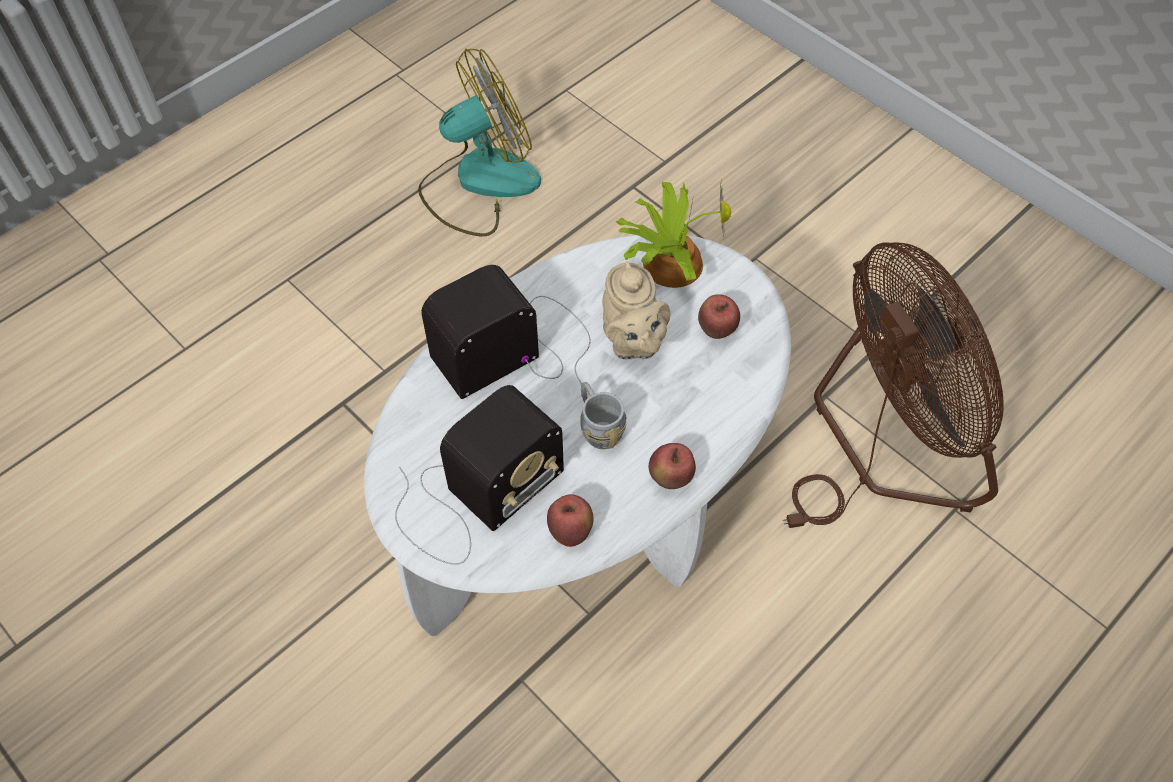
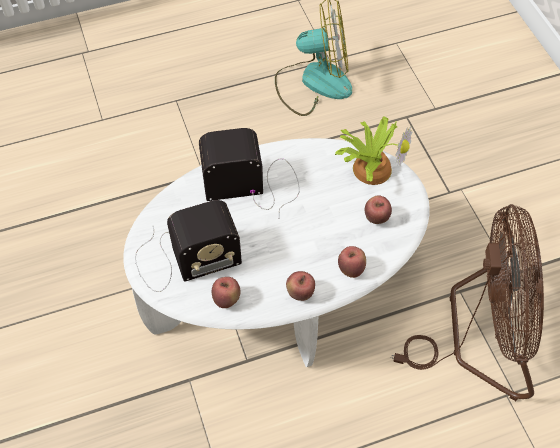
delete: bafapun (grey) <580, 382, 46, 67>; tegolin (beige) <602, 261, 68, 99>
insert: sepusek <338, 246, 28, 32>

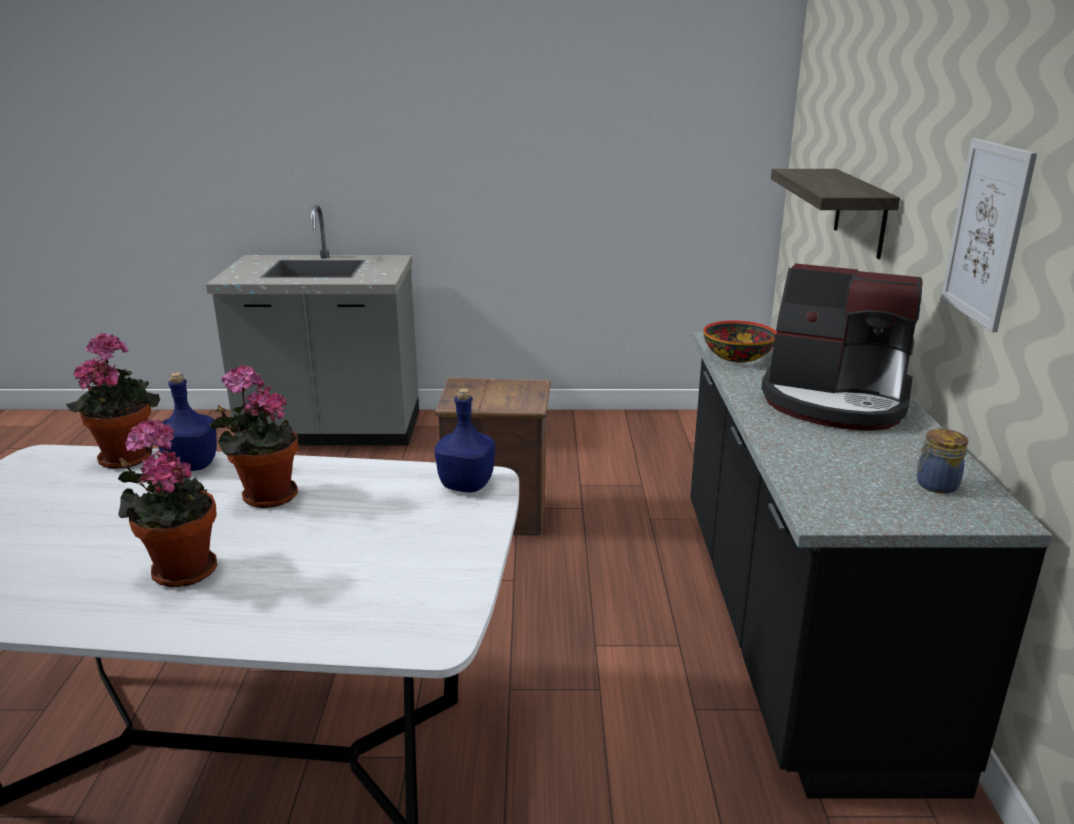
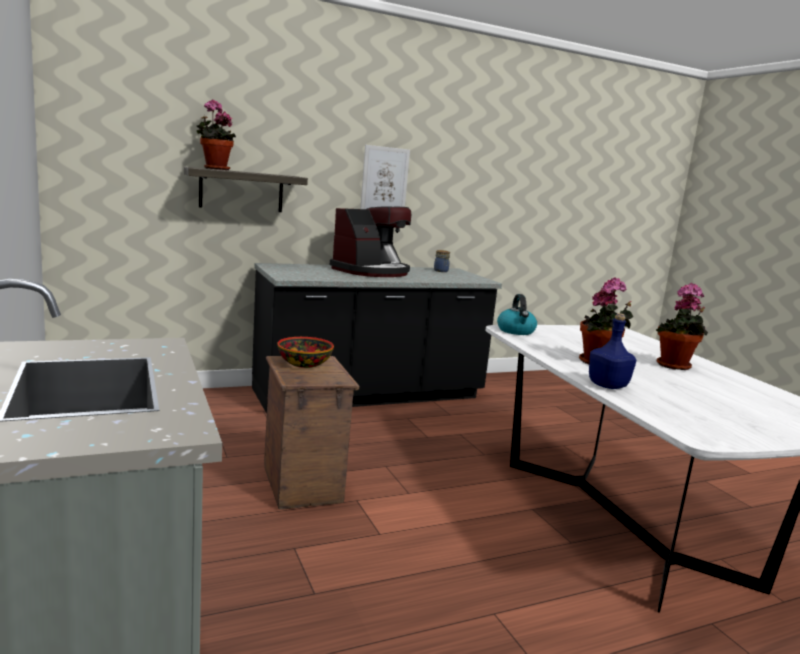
move: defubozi <66, 332, 94, 137> to <197, 100, 39, 70>; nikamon <703, 320, 74, 43> to <277, 337, 57, 31>
replace: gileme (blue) <435, 388, 60, 104> to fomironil <497, 294, 40, 41>
rotate: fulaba <761, 263, 162, 168> = <330, 207, 81, 70> 45 degrees clockwise

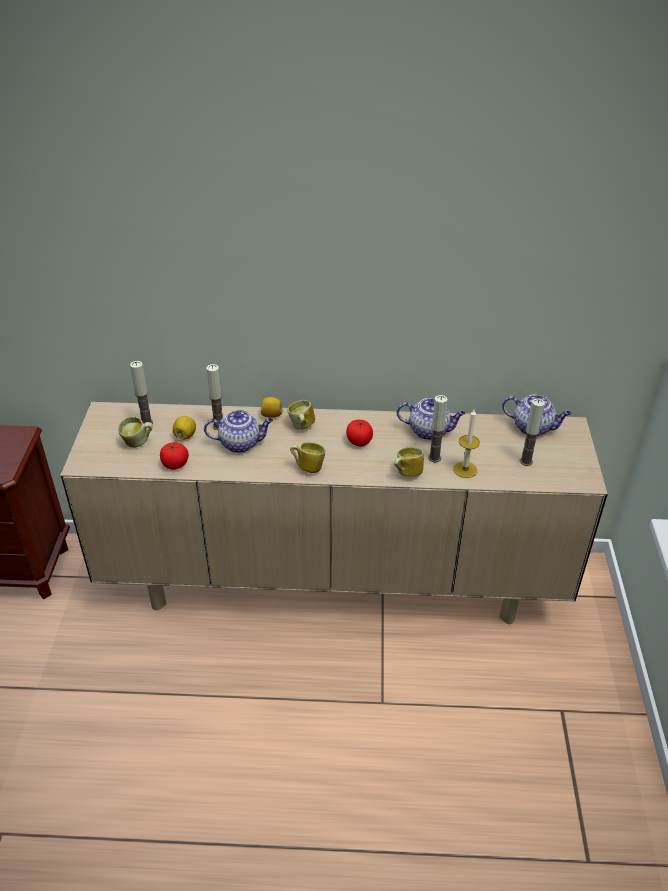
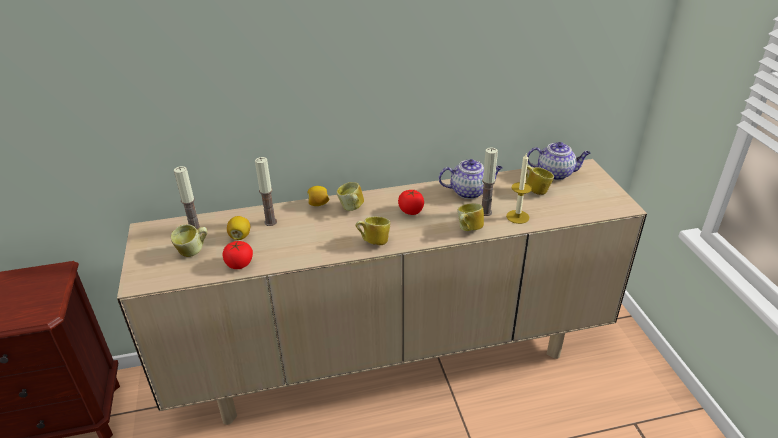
delete: tegolin <204, 410, 69, 43>; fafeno <520, 398, 25, 68>
insert: bafapun <526, 165, 28, 30>

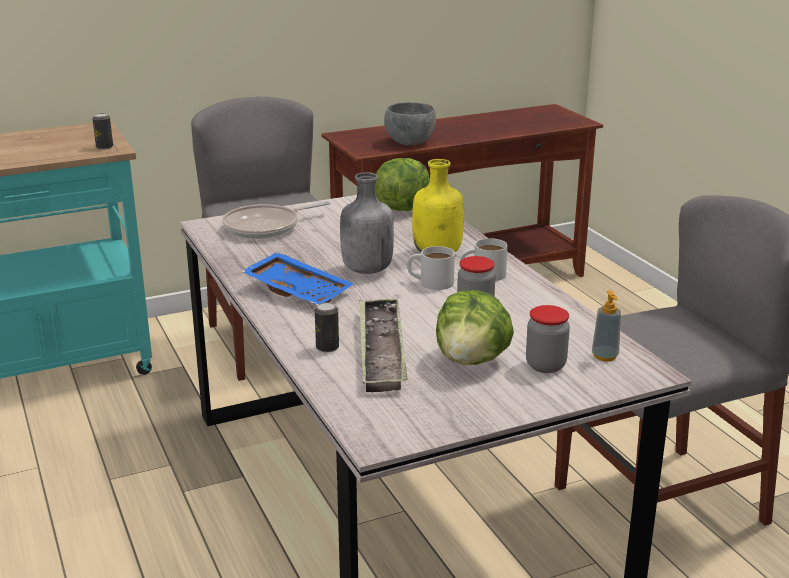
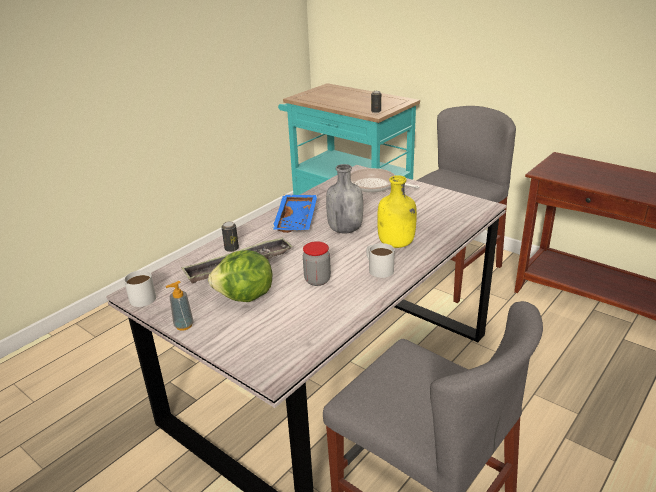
delete: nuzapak <376, 158, 54, 53>; nikamon (grey) <384, 102, 52, 44>; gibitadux <526, 305, 44, 68>
move: bafapun (white) <407, 246, 48, 44> to <124, 270, 32, 37>; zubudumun <592, 290, 29, 71> to <166, 281, 28, 50>

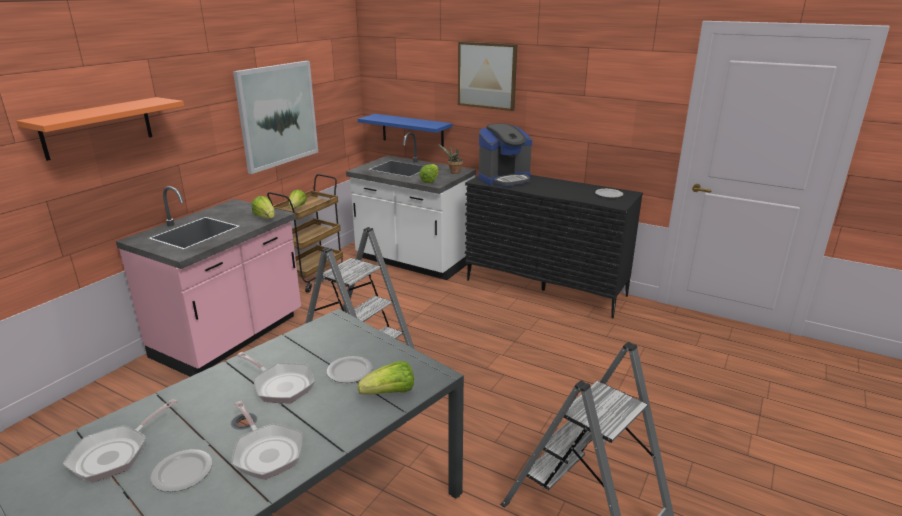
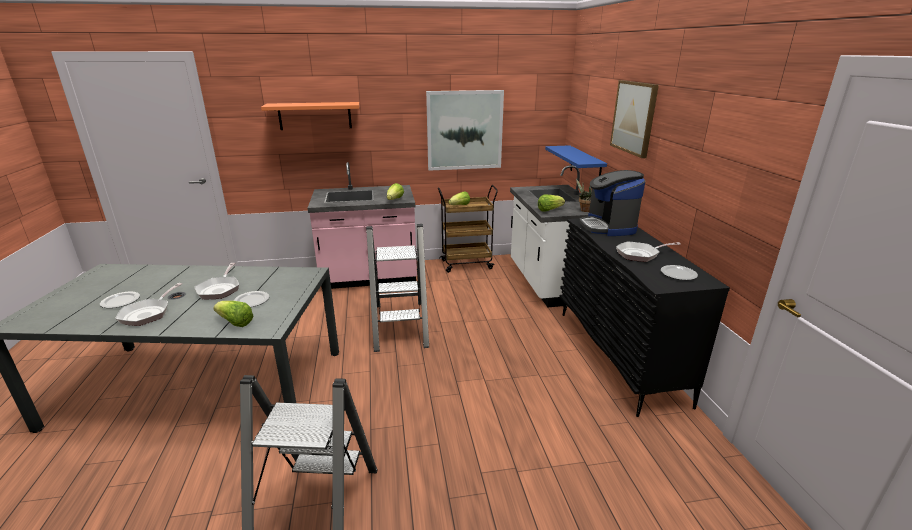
move: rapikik <63, 399, 115, 83> to <616, 241, 65, 21>
rotate: fulaba <478, 123, 54, 64> = <579, 170, 66, 66> 60 degrees clockwise

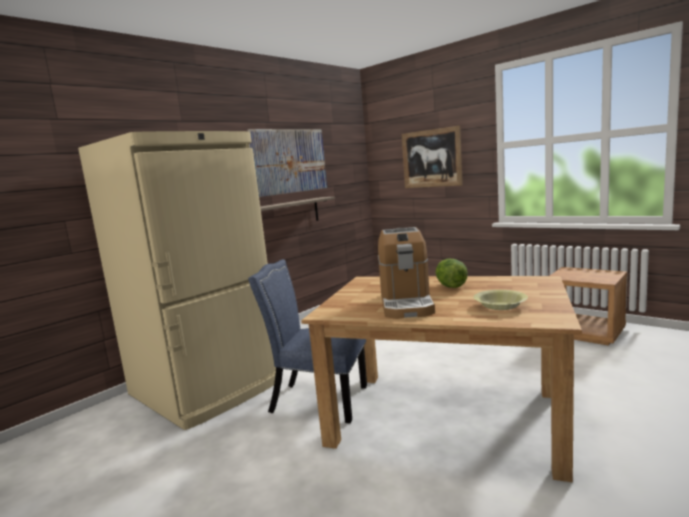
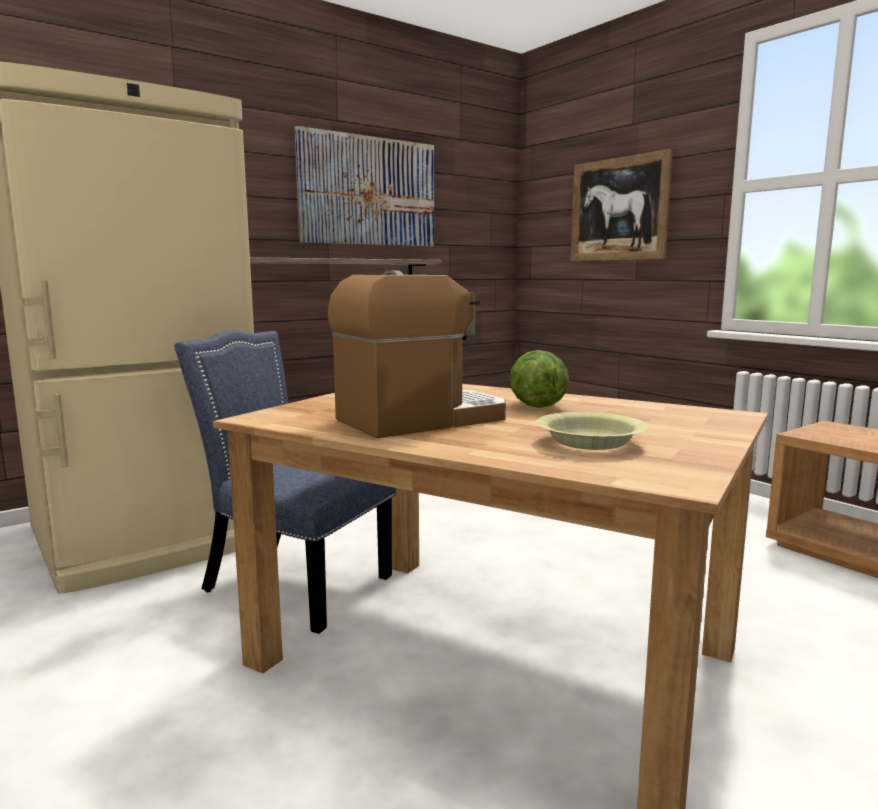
rotate: fulaba <378, 227, 57, 92> = <328, 270, 178, 168> 135 degrees counterclockwise

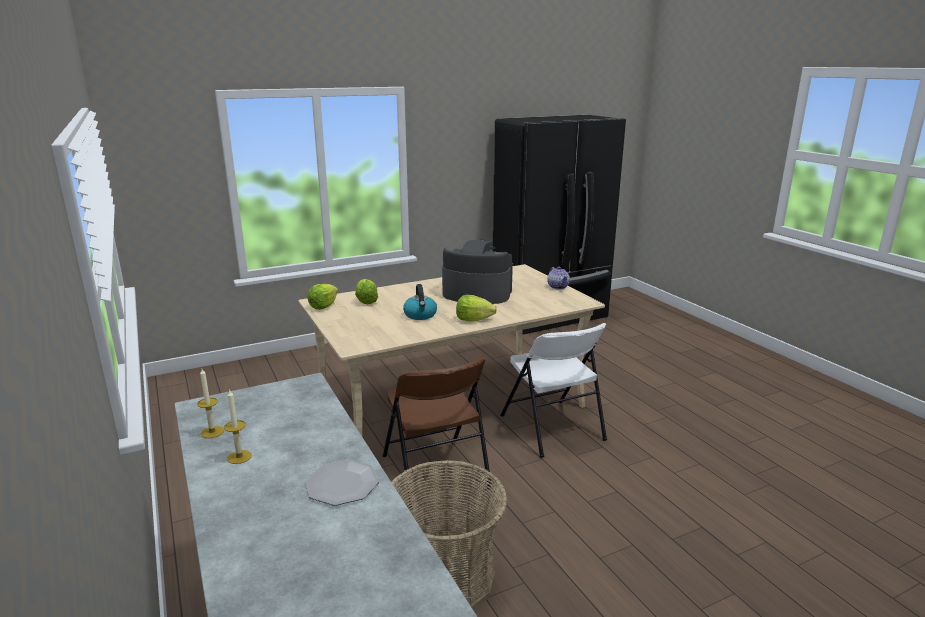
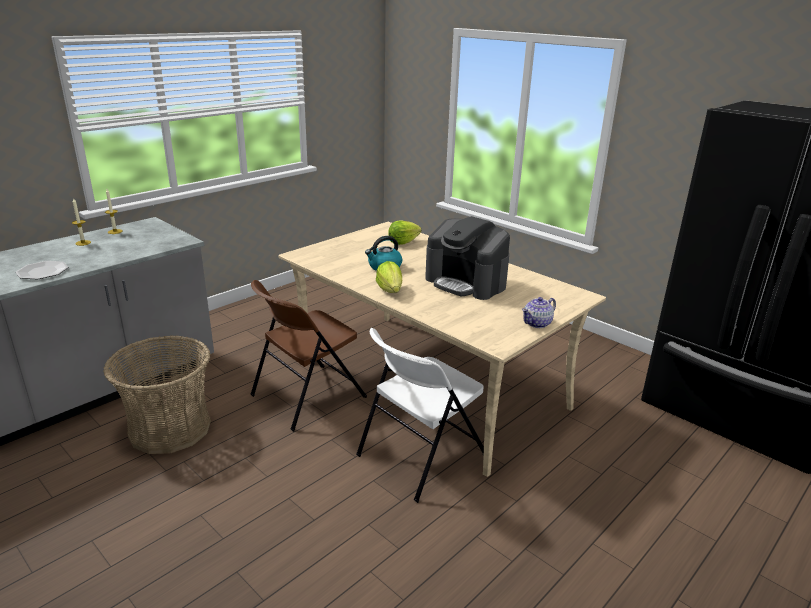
delete: nuzapak <307, 284, 31, 26>
rotate: fulaba <442, 239, 71, 65> = <425, 216, 85, 84> 135 degrees clockwise

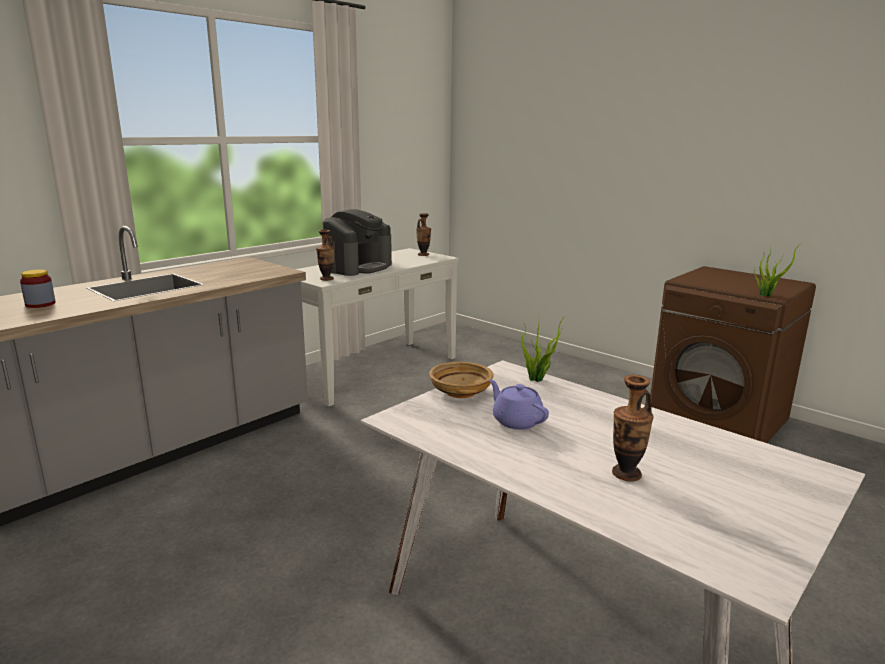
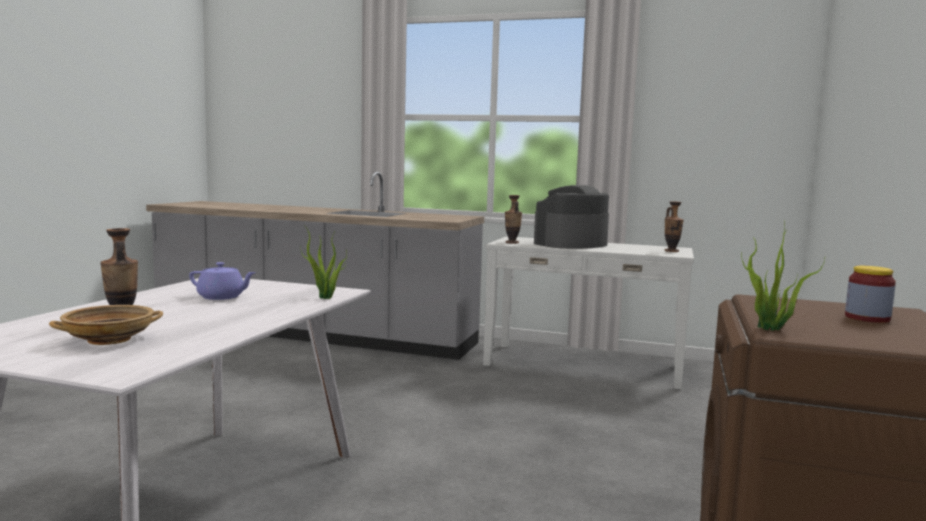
move: nikamon (beige) <429, 362, 65, 36> to <49, 305, 114, 40>; gibitadux <20, 270, 35, 38> to <845, 266, 51, 57>
rotate: tegolin (purple) <489, 380, 60, 50> = <189, 262, 67, 38> 75 degrees clockwise; fulaba <323, 209, 69, 67> = <534, 185, 75, 64> 135 degrees clockwise

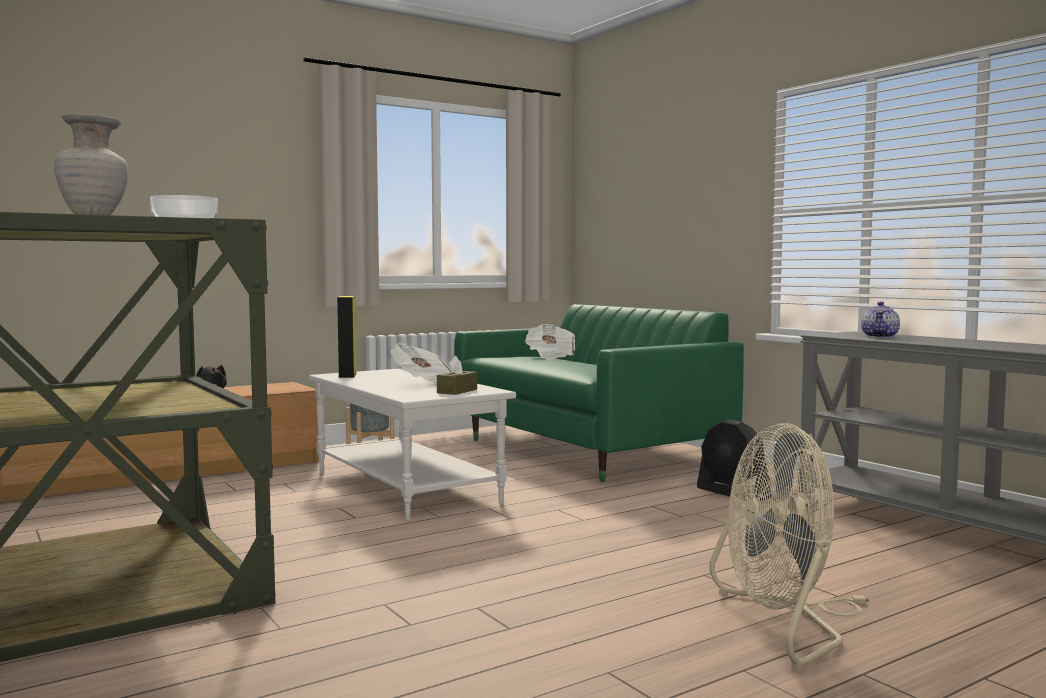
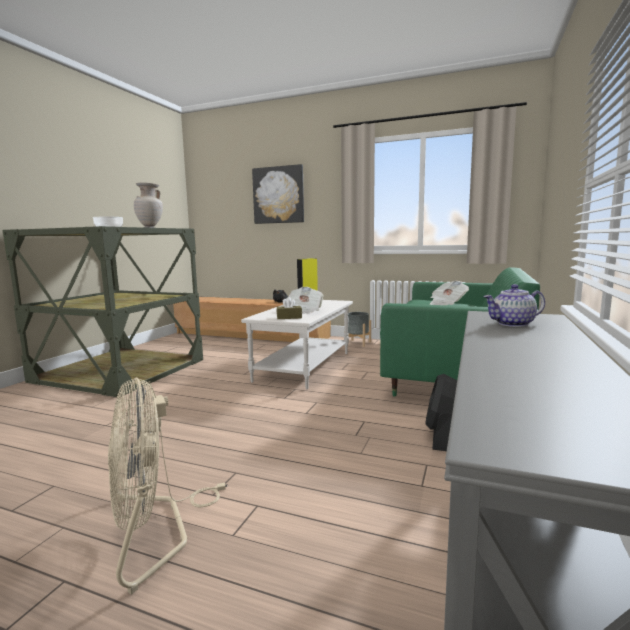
insert: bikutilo <252, 164, 52, 60>
rotate: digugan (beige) <709, 423, 159, 249> = <108, 378, 120, 217> 75 degrees counterclockwise

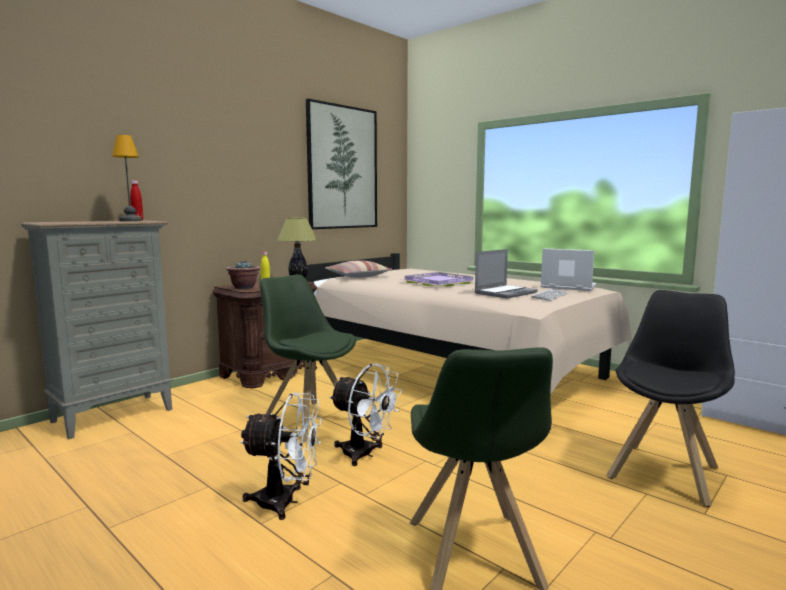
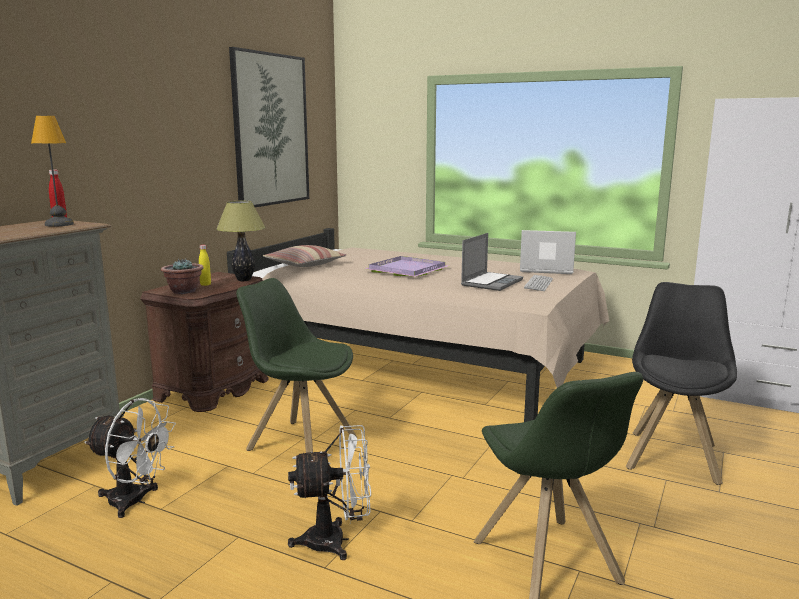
move: digugan (white) <330, 364, 72, 102> to <85, 398, 91, 120>

